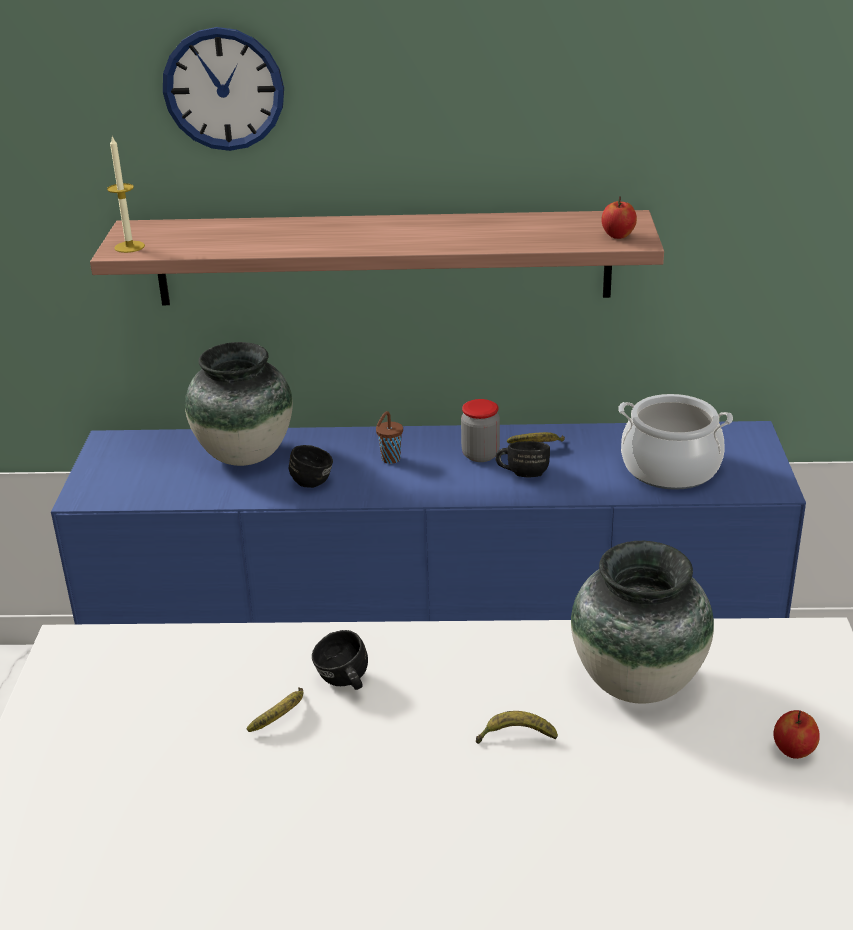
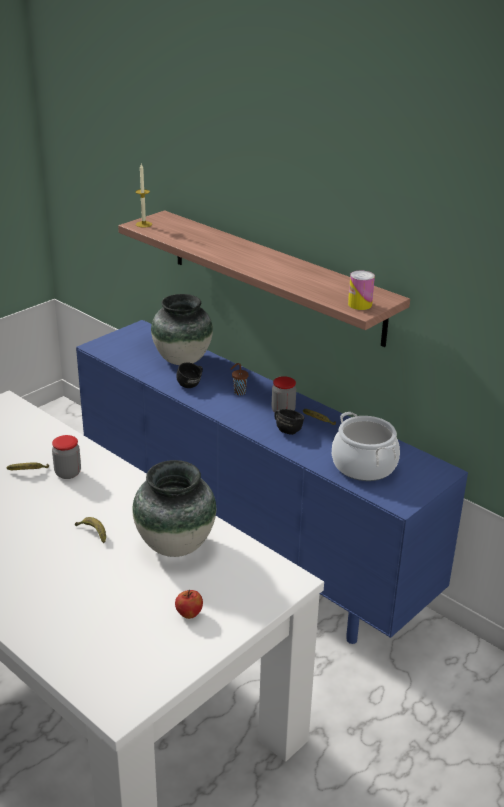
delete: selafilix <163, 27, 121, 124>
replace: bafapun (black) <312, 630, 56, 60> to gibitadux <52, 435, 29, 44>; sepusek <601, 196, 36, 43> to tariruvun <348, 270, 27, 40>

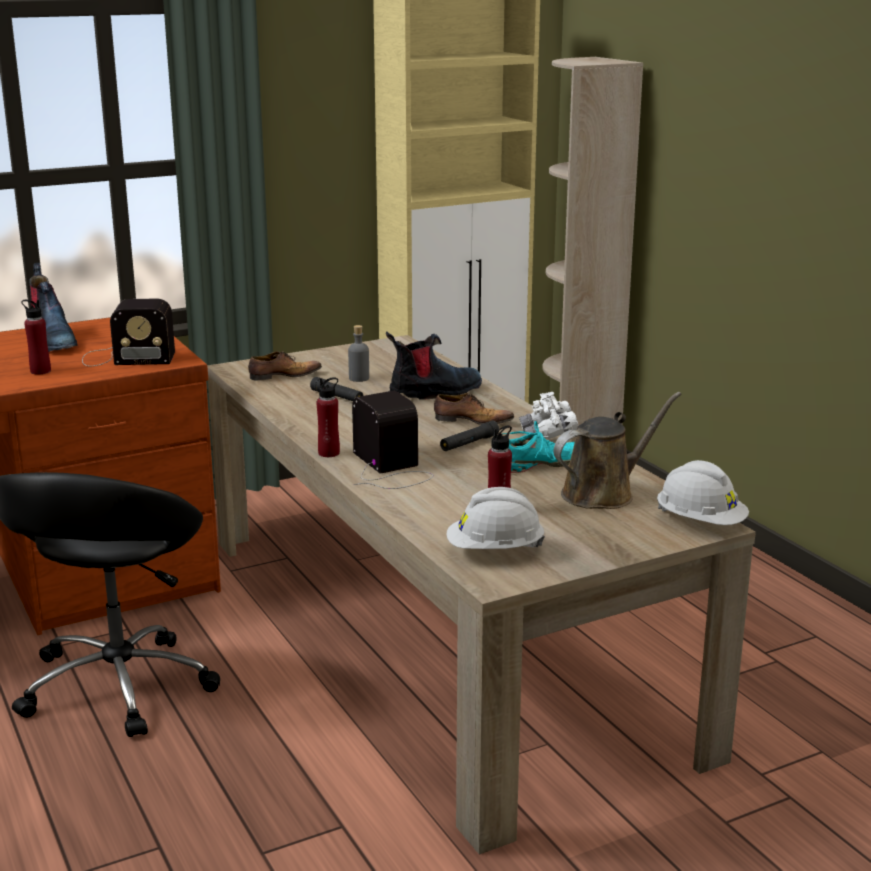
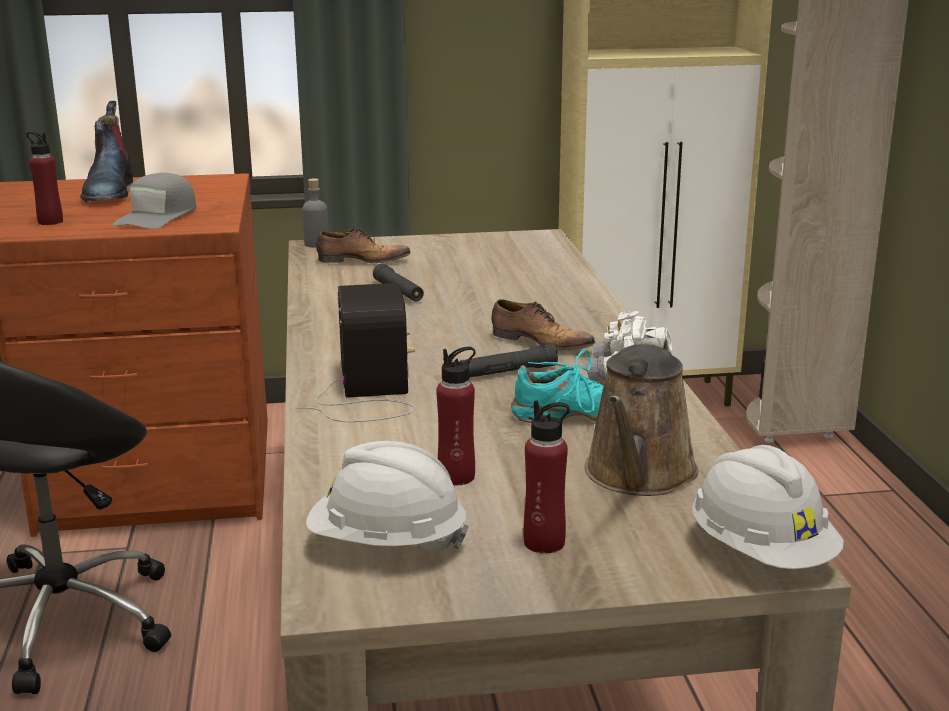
delete: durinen <386, 331, 96, 69>
move: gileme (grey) <348, 325, 21, 57> to <302, 179, 27, 69>; gileme (red) <316, 377, 24, 80> to <523, 401, 47, 152>
replace: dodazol <82, 299, 93, 68> to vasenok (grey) <112, 173, 85, 56>
rotate: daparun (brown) <554, 392, 127, 117> = <584, 337, 114, 159> 120 degrees clockwise

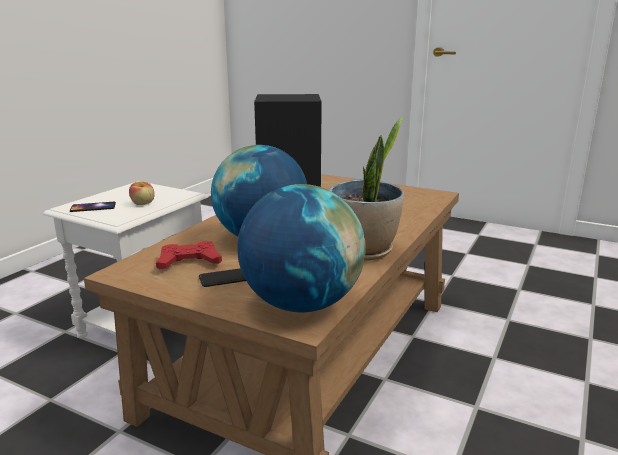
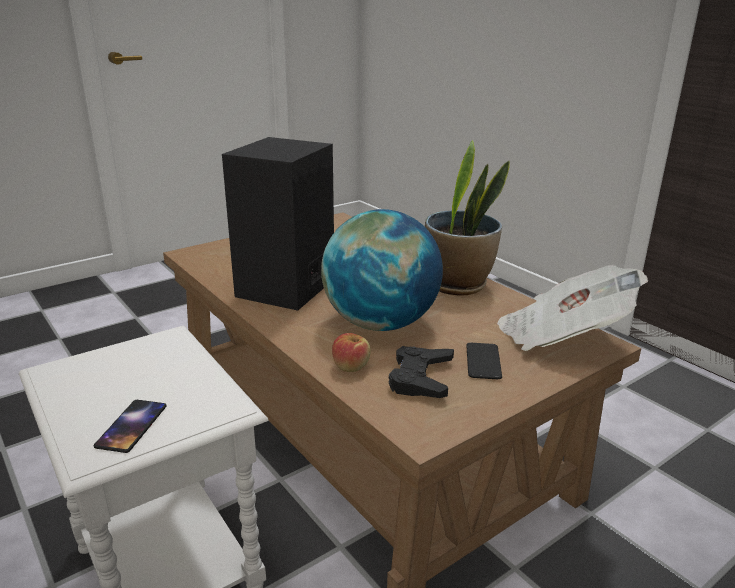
move: sepusek <129, 182, 26, 23> to <332, 333, 39, 39>
replace: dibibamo <237, 184, 129, 128> to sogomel <497, 265, 151, 86>
recolor: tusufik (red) <156, 241, 66, 28> to tusufik (black) <389, 346, 65, 52>

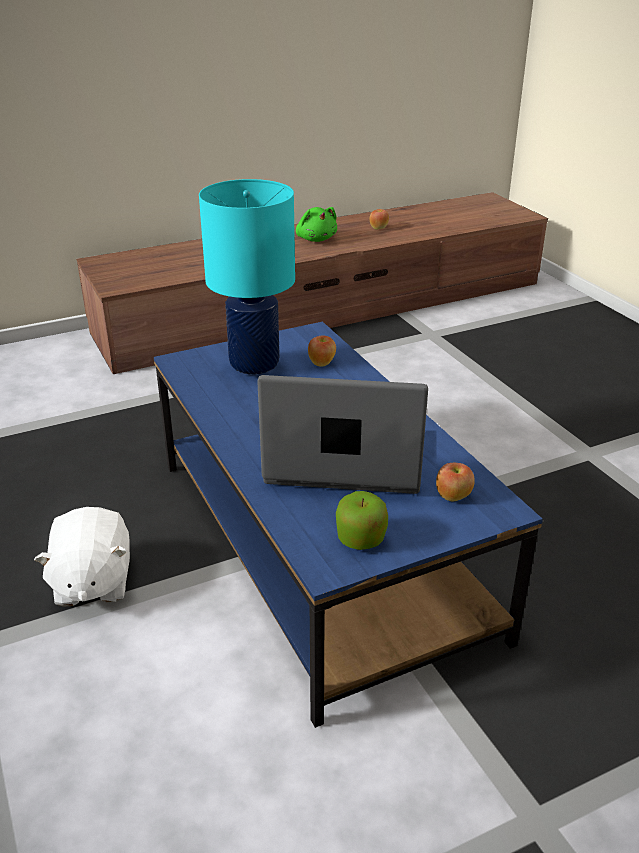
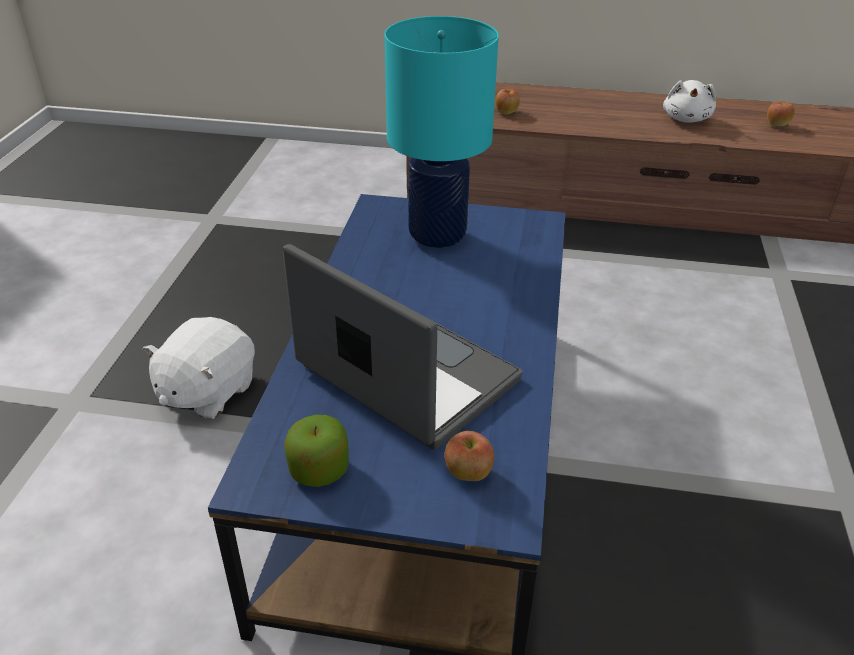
move: sepusek <308, 335, 28, 31> to <496, 89, 24, 26>
recolor: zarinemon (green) <296, 207, 41, 35> to zarinemon (white) <663, 80, 53, 43>

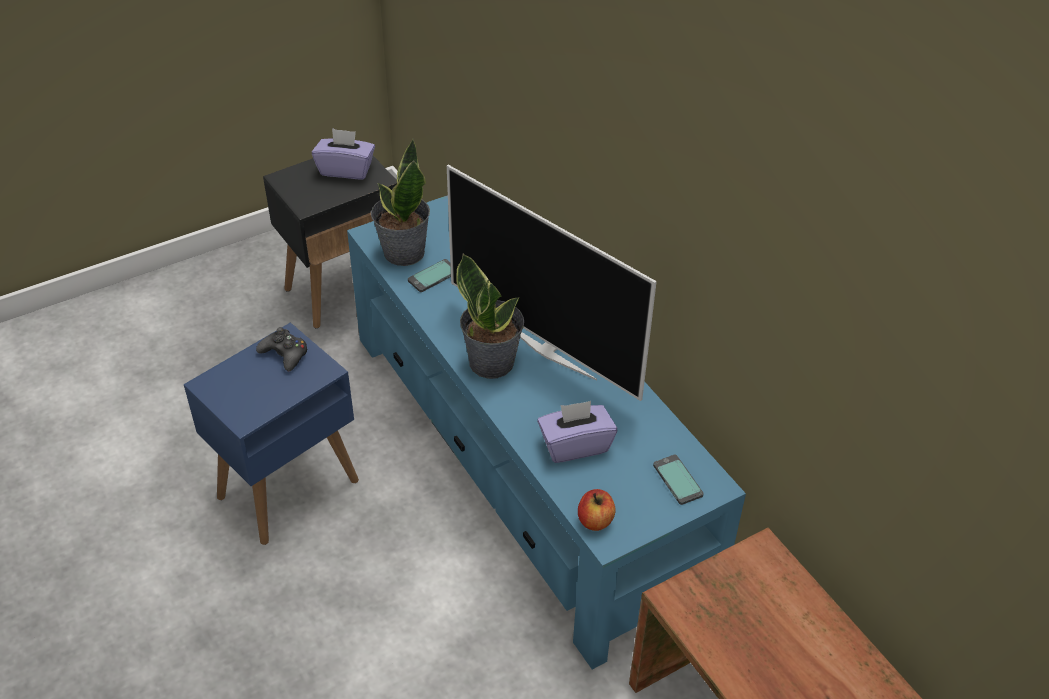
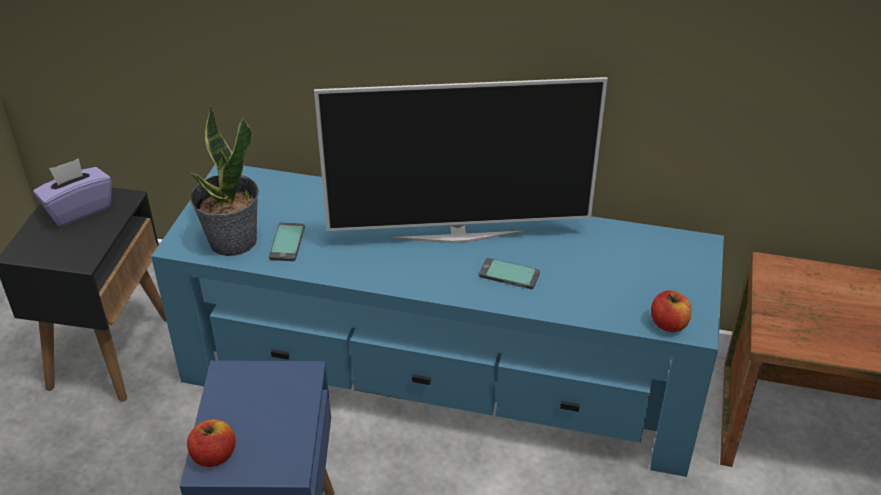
delete: tusufik (black) <256, 327, 52, 45>; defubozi <456, 253, 68, 126>; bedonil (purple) <537, 401, 80, 62>
insert: sepusek <187, 419, 49, 48>
move: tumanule <653, 455, 51, 50> to <479, 258, 61, 31>

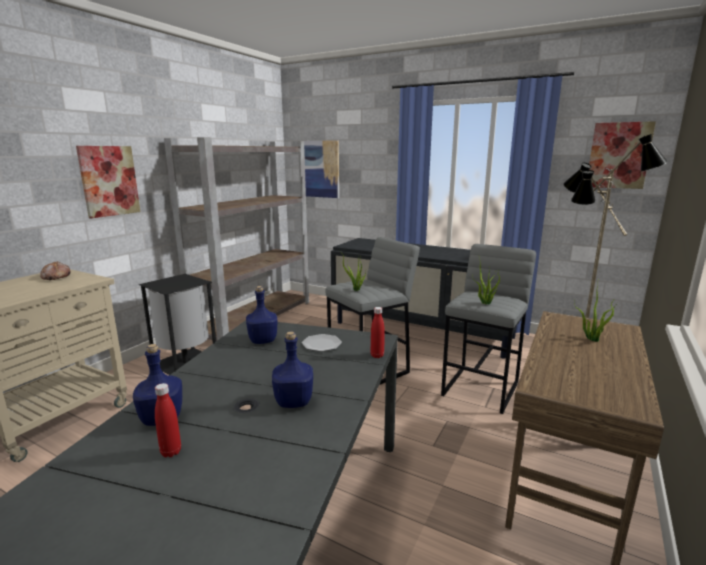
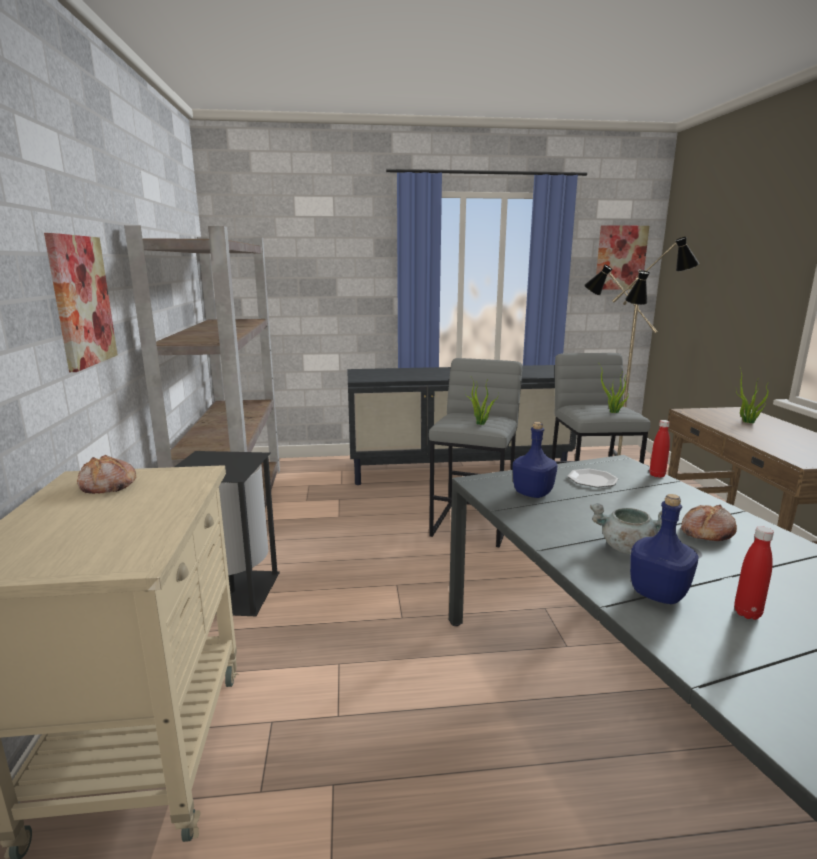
delete: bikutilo <304, 140, 35, 58>
insert: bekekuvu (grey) <590, 503, 72, 51>
replace: gileme (blue) <272, 331, 41, 77> to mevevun <681, 505, 56, 36>

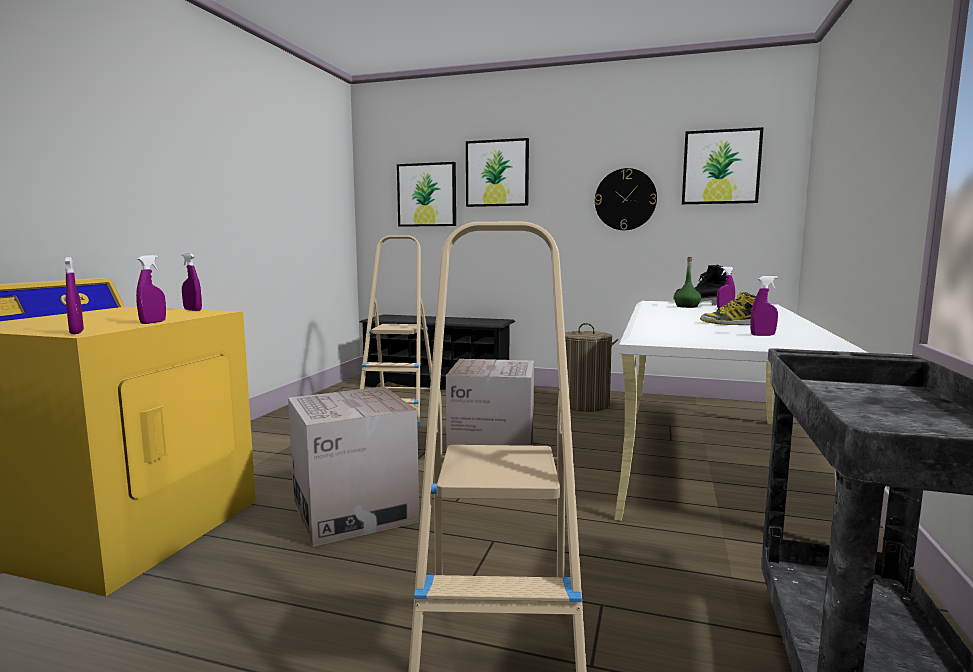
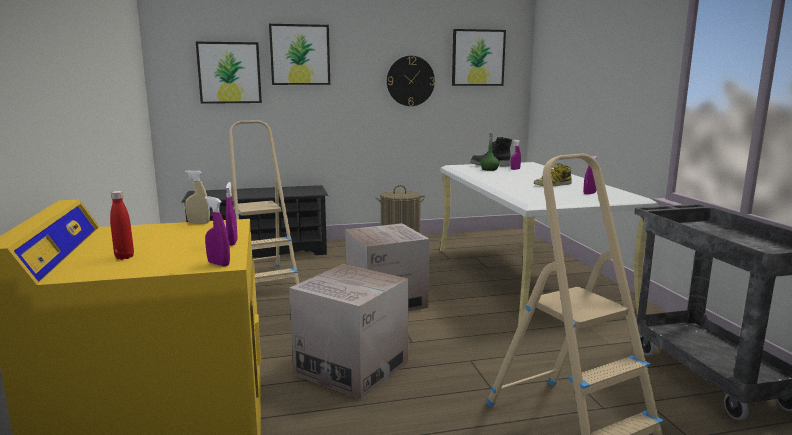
insert: gileme (red) <110, 191, 24, 69>
recolor: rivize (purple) <182, 253, 20, 58> to rivize (beige) <185, 170, 25, 54>

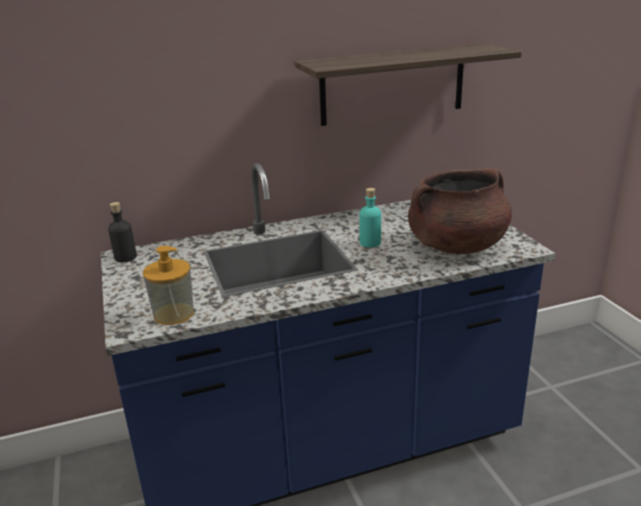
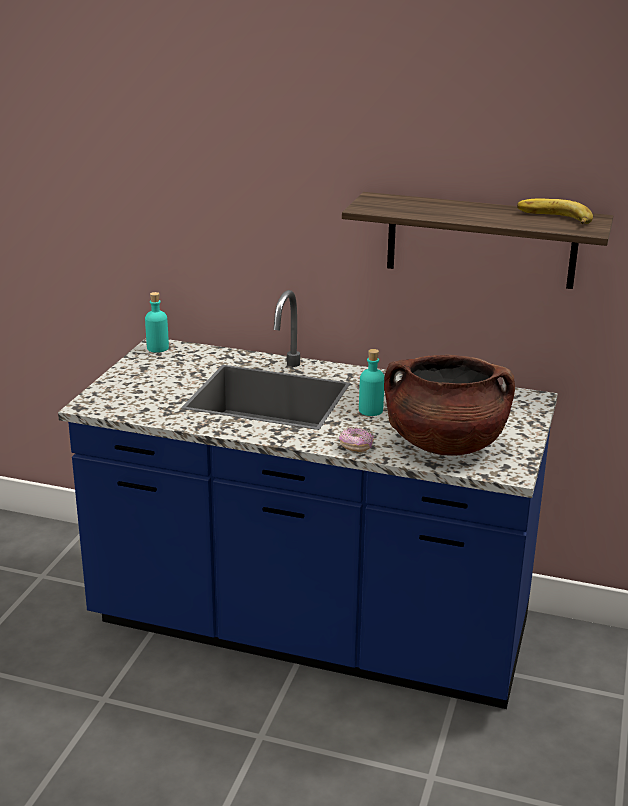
delete: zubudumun <143, 246, 51, 79>
insert: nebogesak <339, 427, 35, 25>; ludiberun <517, 199, 76, 25>
recolor: gileme (black) <108, 202, 29, 60> to gileme (turquoise) <145, 292, 24, 61>

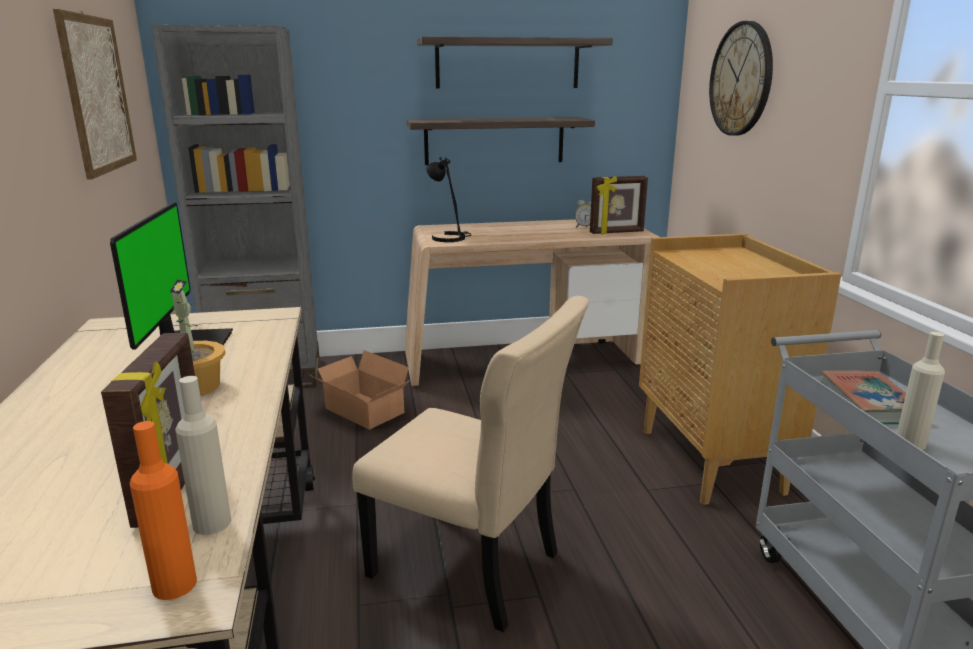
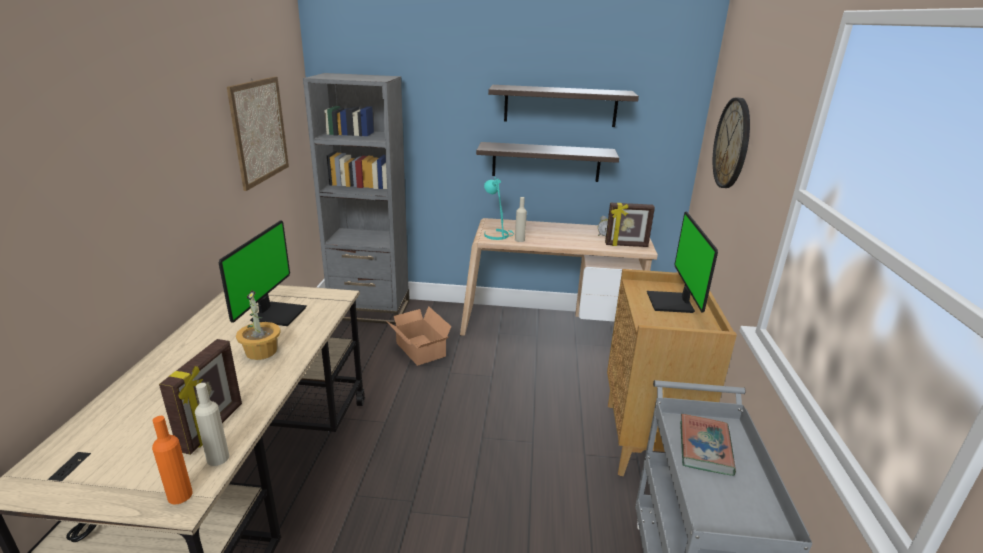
delete: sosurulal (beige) <352, 296, 237, 336>
insert: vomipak <647, 212, 71, 101>
move: gileme (beige) <897, 332, 48, 118> to <515, 197, 12, 45>
recolor: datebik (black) <426, 157, 46, 85> to datebik (turquoise) <484, 177, 30, 63>

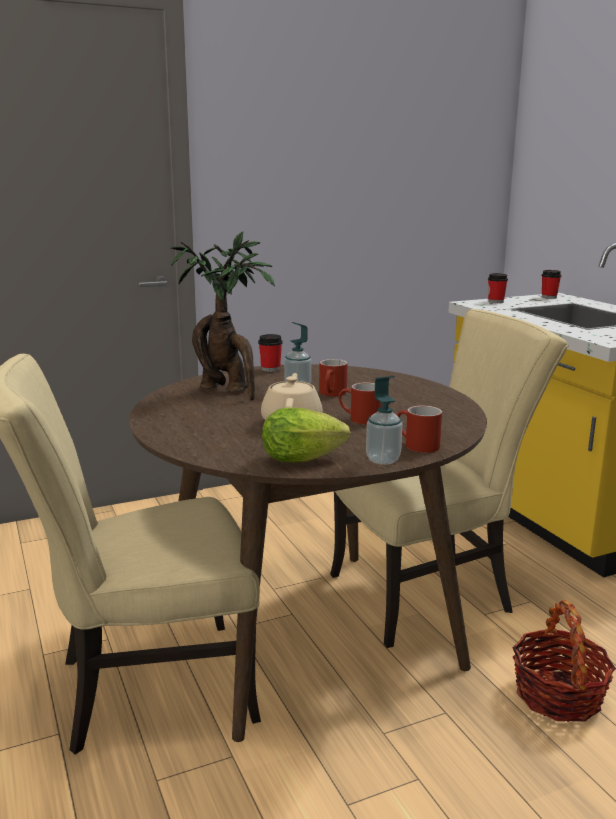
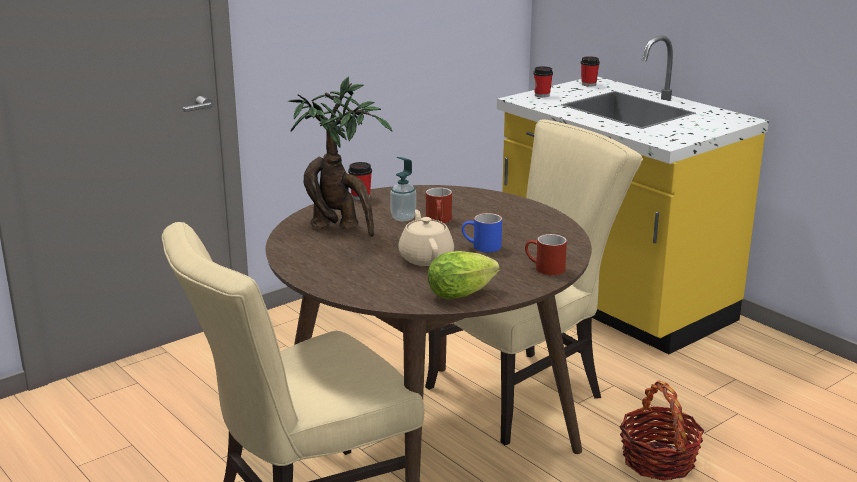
delete: zubudumun <366, 376, 36, 89>
recolor: bafapun (red) <338, 382, 44, 43> to bafapun (blue) <462, 213, 40, 39>

